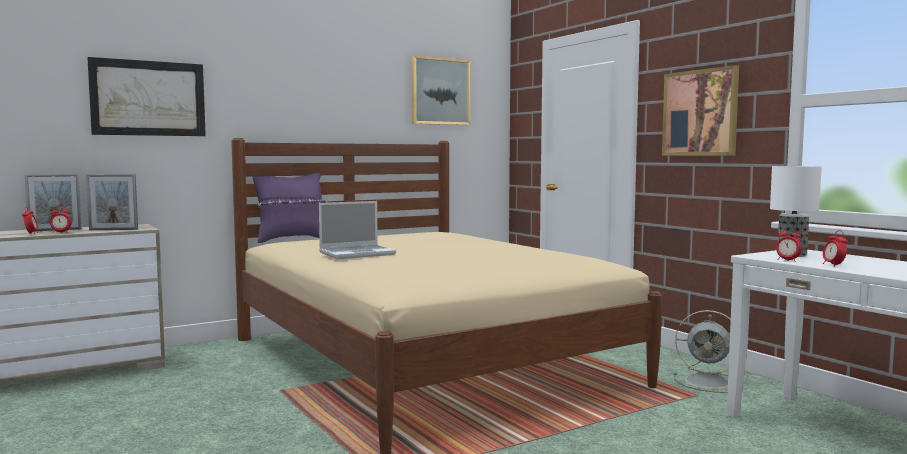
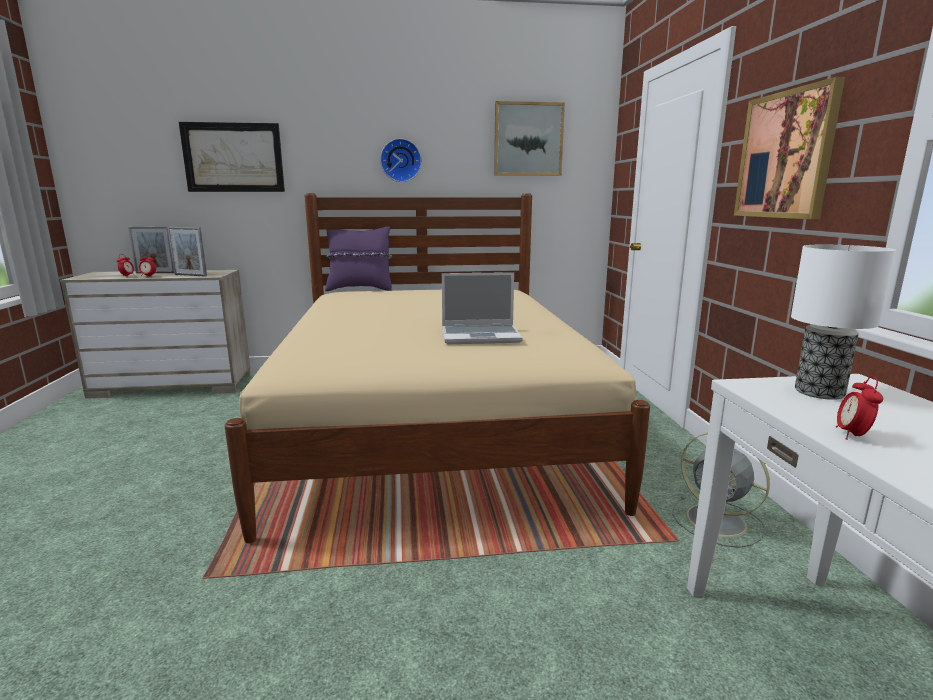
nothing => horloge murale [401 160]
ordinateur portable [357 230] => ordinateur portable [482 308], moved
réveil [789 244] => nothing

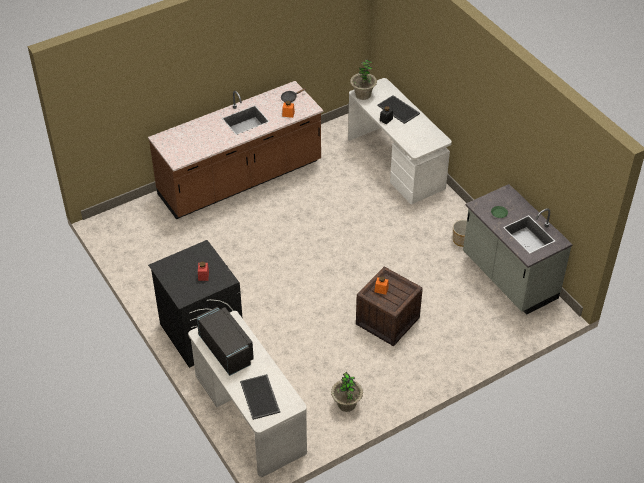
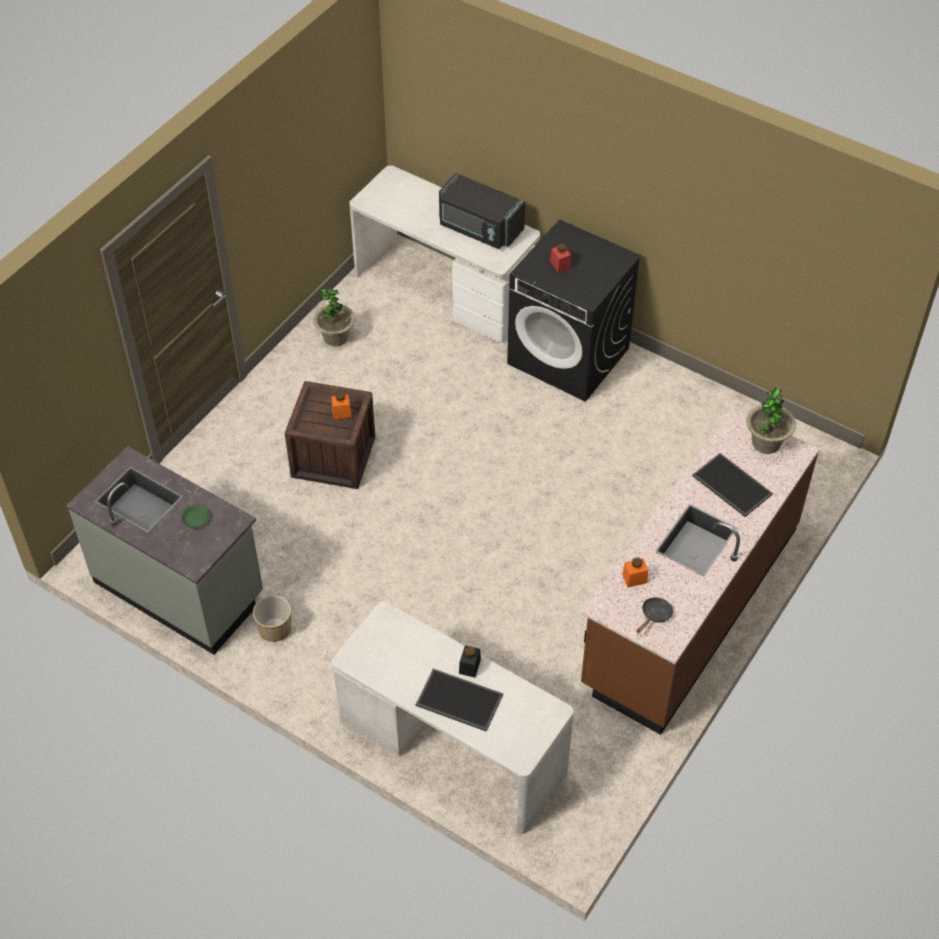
plateau [260 397] => plateau [732 485], moved
plante en pot [363 80] => plante en pot [771 420], moved

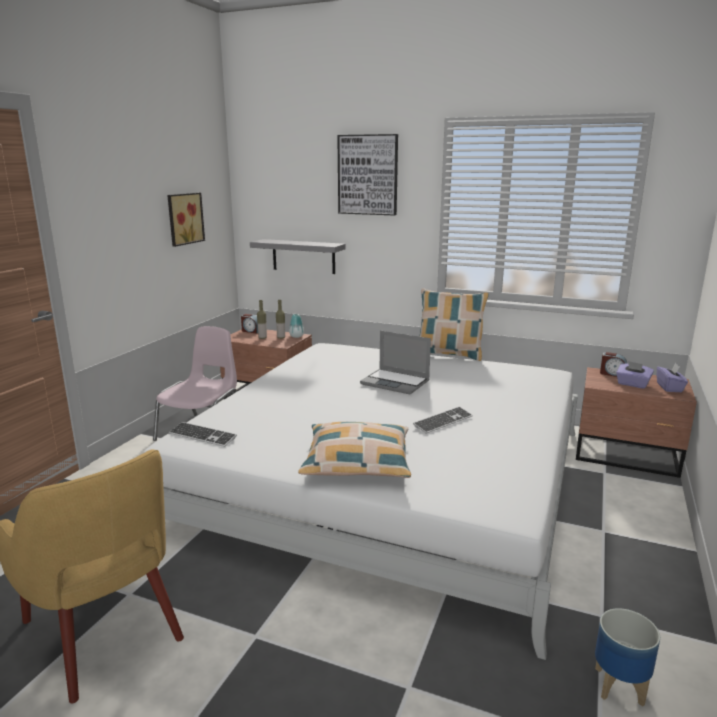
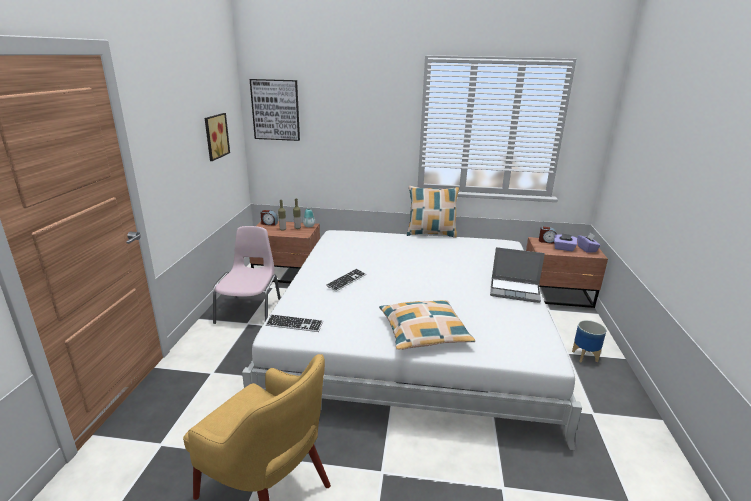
tableau [367 175] => tableau [275 110], moved
clavier [443 420] => clavier [346 279], moved
ordinateur portable [395 362] => ordinateur portable [517 275], moved
cache-pot [627 657] => cache-pot [589 341], moved
étagère [gris] [298 256] => nothing

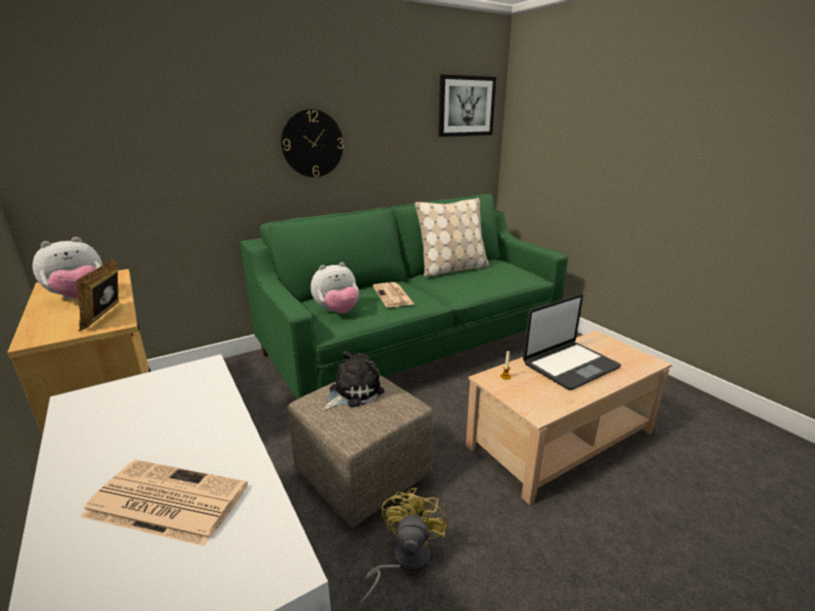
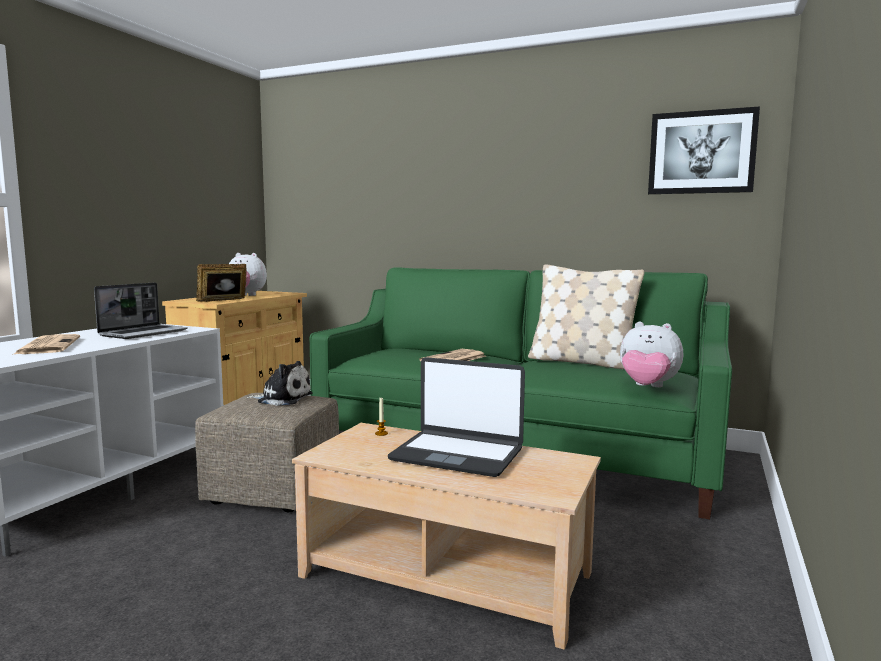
nothing => ordinateur portable [141 310]
peluche [335 287] => peluche [651 354], moved
horloge murale [312 143] => nothing
ventilateur [jaune] [404 546] => nothing

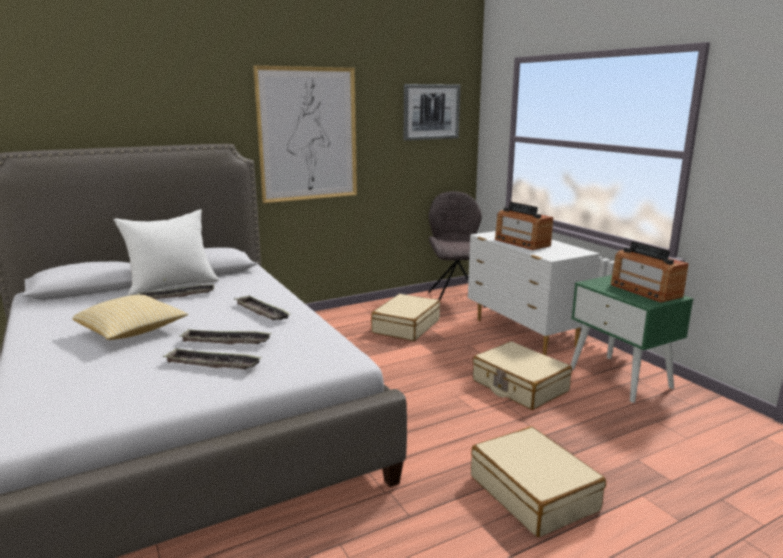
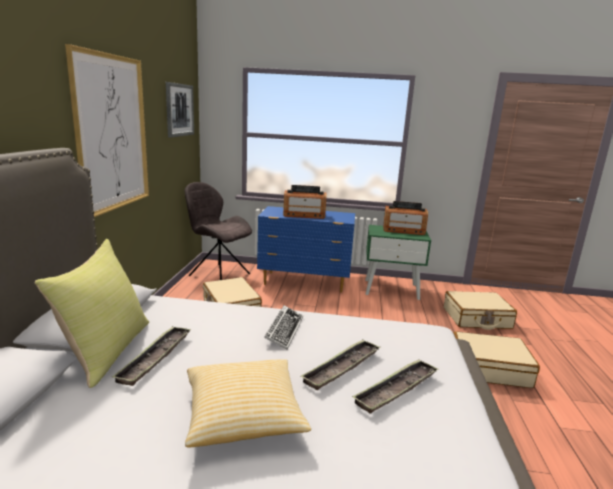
coussin [blanc] [166 252] => coussin [jaune] [92 313]
commode [blanc] [534 293] => commode [bleu] [306 249]
plateau [263 307] => clavier [283 327]
valise [beige] [522 375] => valise [beige] [480 310], moved

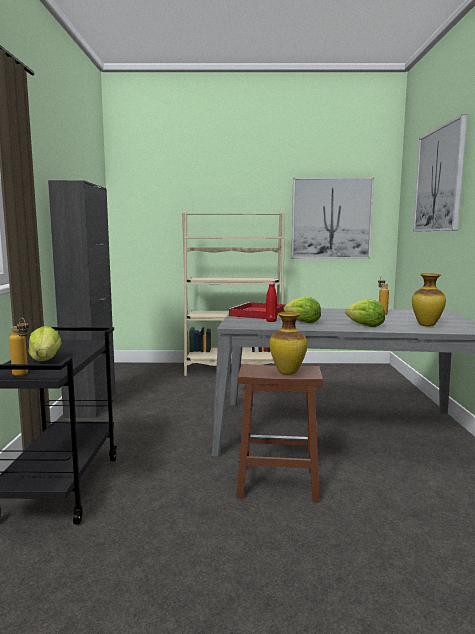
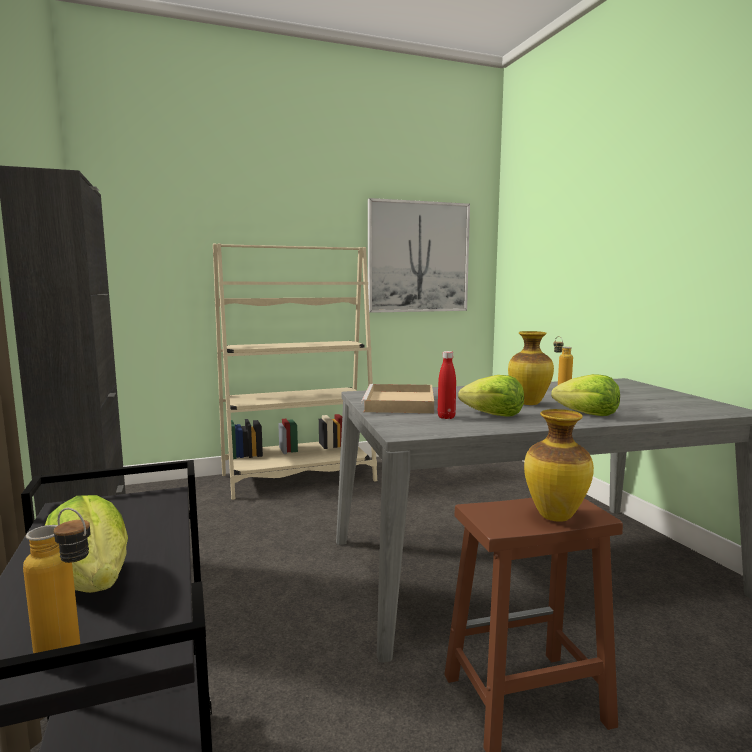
plateau [rouge] [256 310] => plateau [beige] [397 398]
vase [429 300] => vase [531 368], moved
tableau [440 173] => nothing

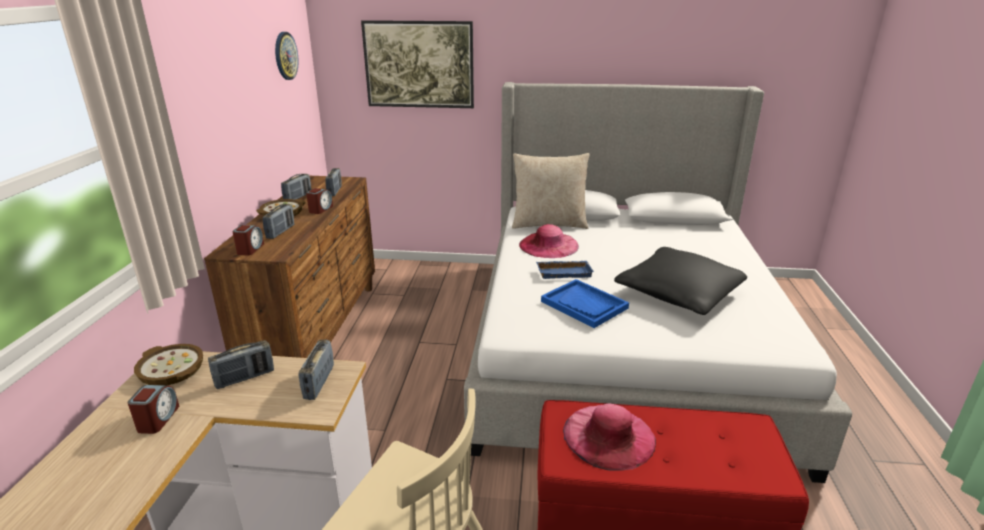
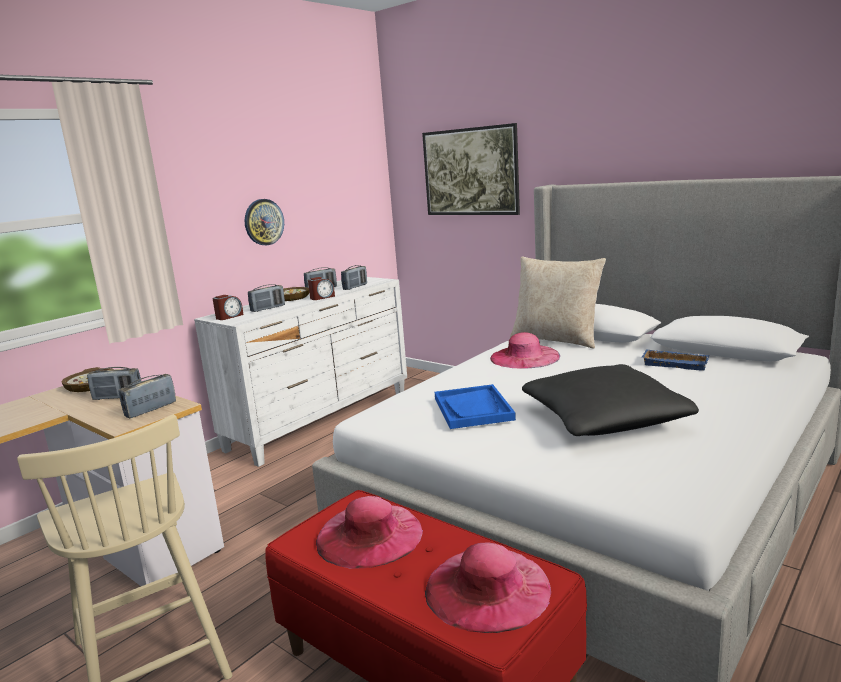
commode [marron] [289 267] => commode [blanc] [300 372]
horloge murale [287 56] => horloge murale [264 222], moved
nothing => chapeau [rose] [488 587]
plateau [bleu] [565 270] => plateau [bleu] [676 360], moved
réveil [154 409] => nothing

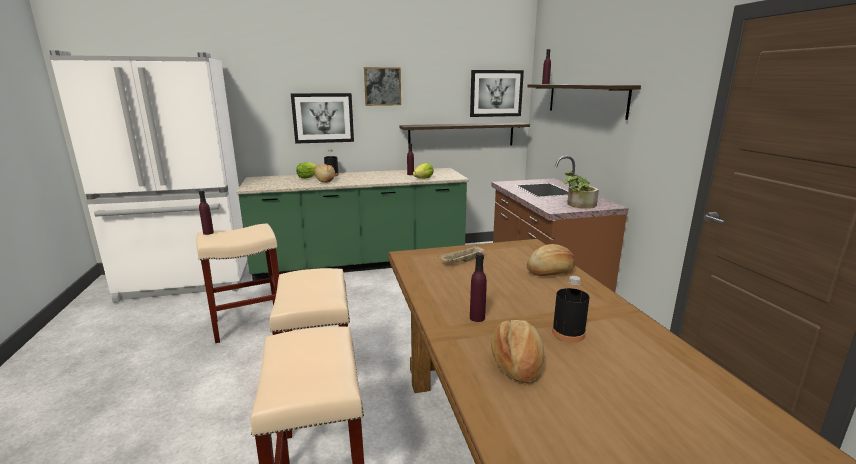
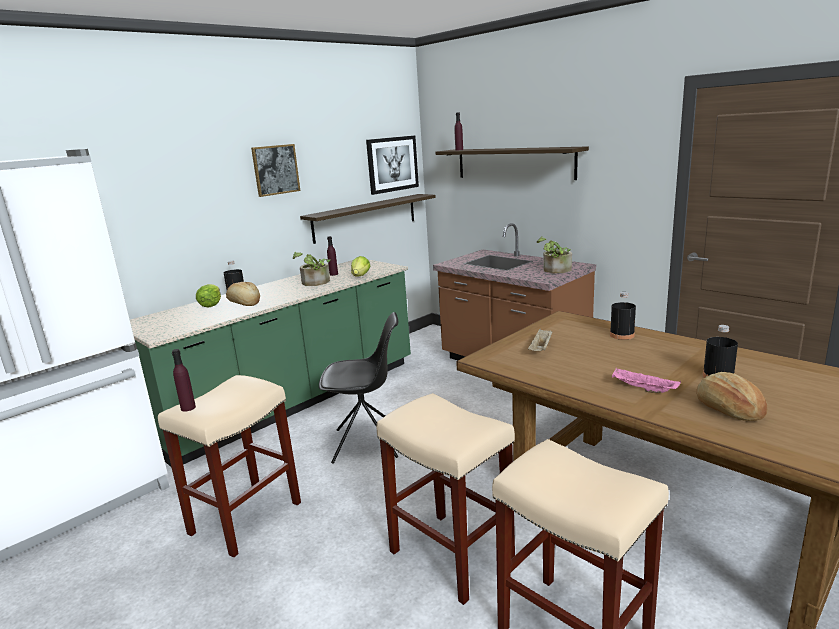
nothing => plante en pot [311 269]
nothing => chaise [noir] [358 388]
pain [551 260] => bouteille [noir] [623 316]
bouteille [violet] [478 287] => plateau [rose] [646 380]
tableau [322 118] => nothing

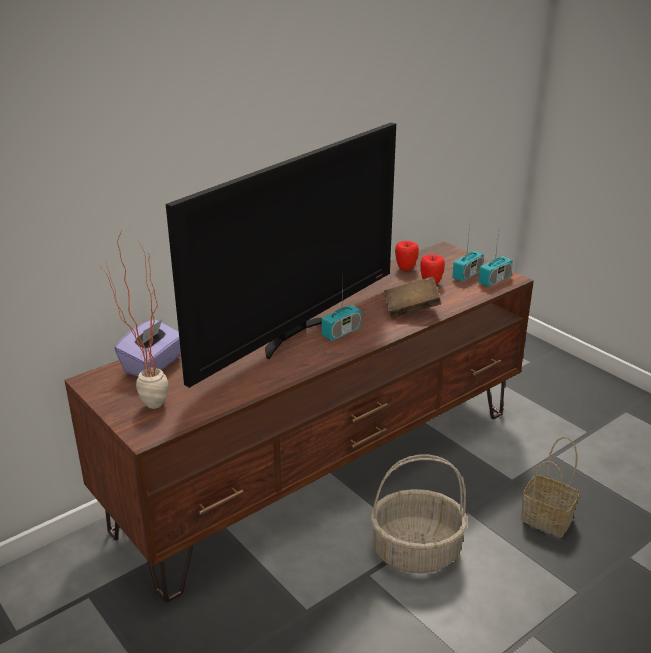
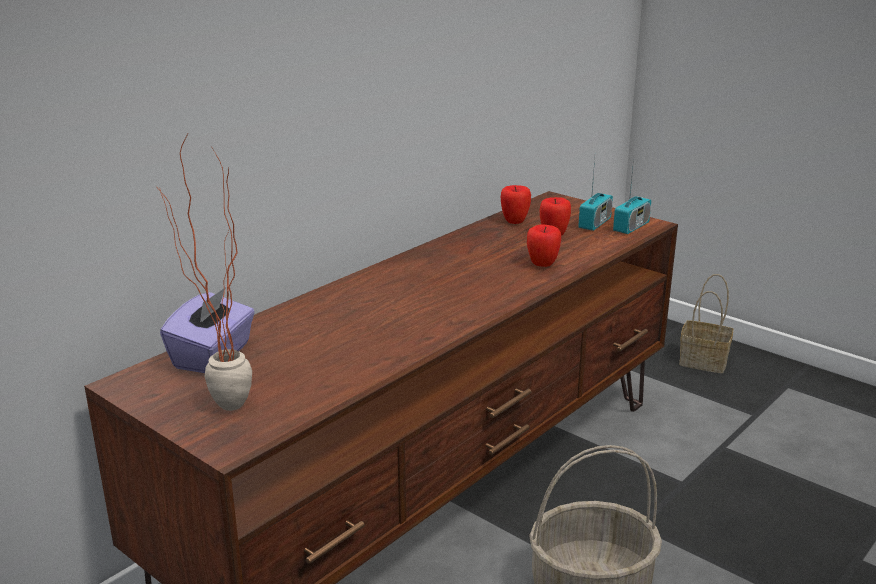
livre [marron] [412 297] => pomme [544 246]
panier [550 487] => panier [706 323], moved
téléviseur [281 255] => nothing
radio [341 307] => nothing

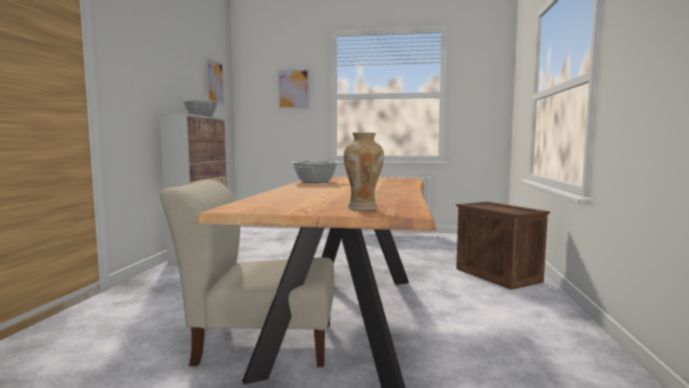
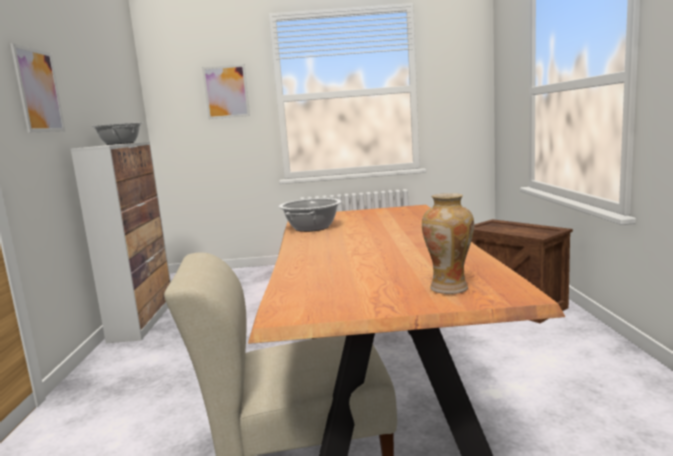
tableau [215 81] => tableau [37 87], moved

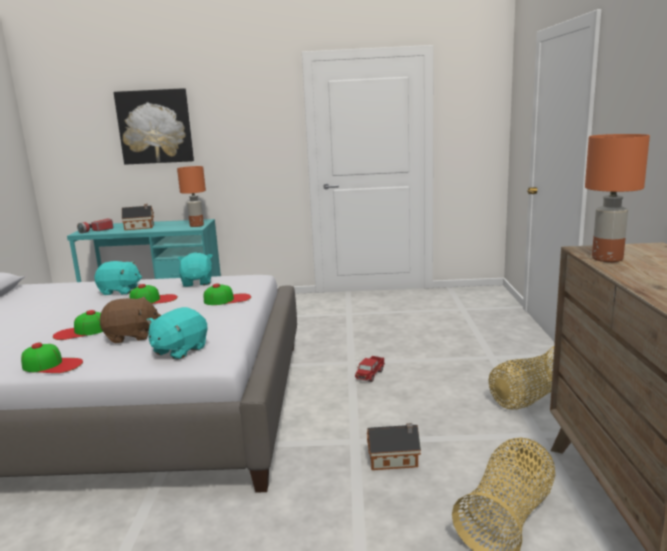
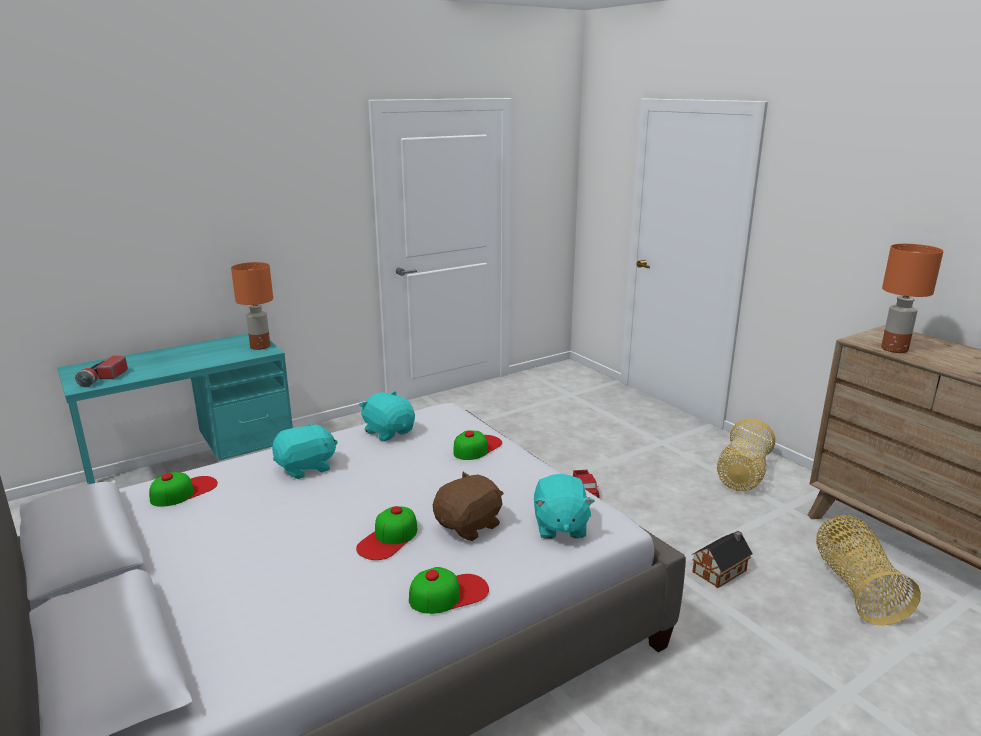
casquette [153 294] => casquette [183 489], moved
tableau [154 126] => nothing
maison miniature [138 217] => nothing

